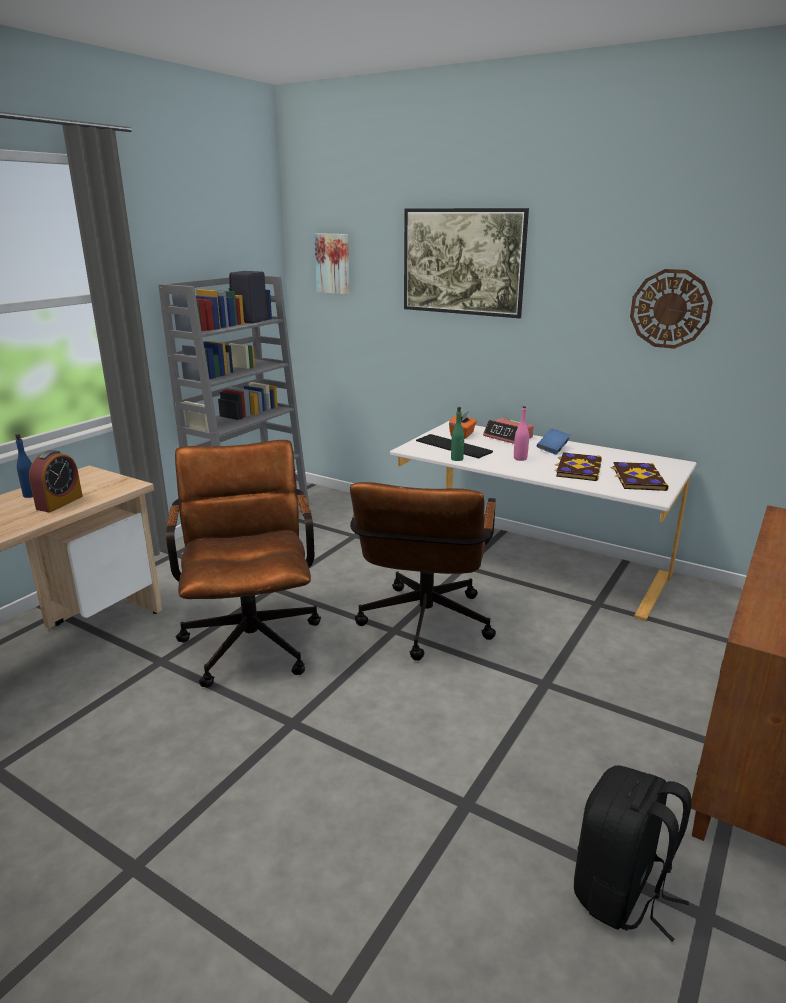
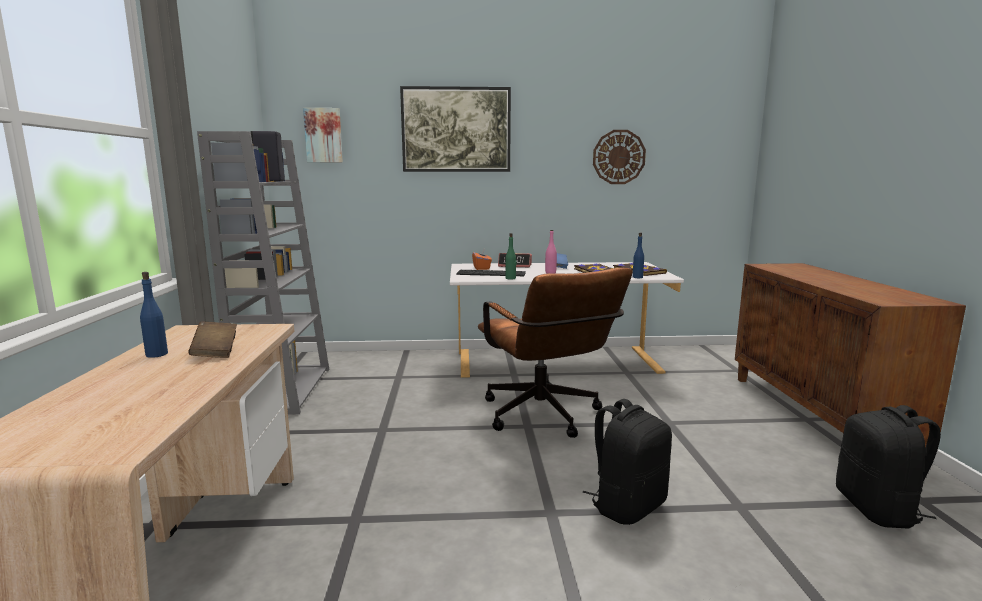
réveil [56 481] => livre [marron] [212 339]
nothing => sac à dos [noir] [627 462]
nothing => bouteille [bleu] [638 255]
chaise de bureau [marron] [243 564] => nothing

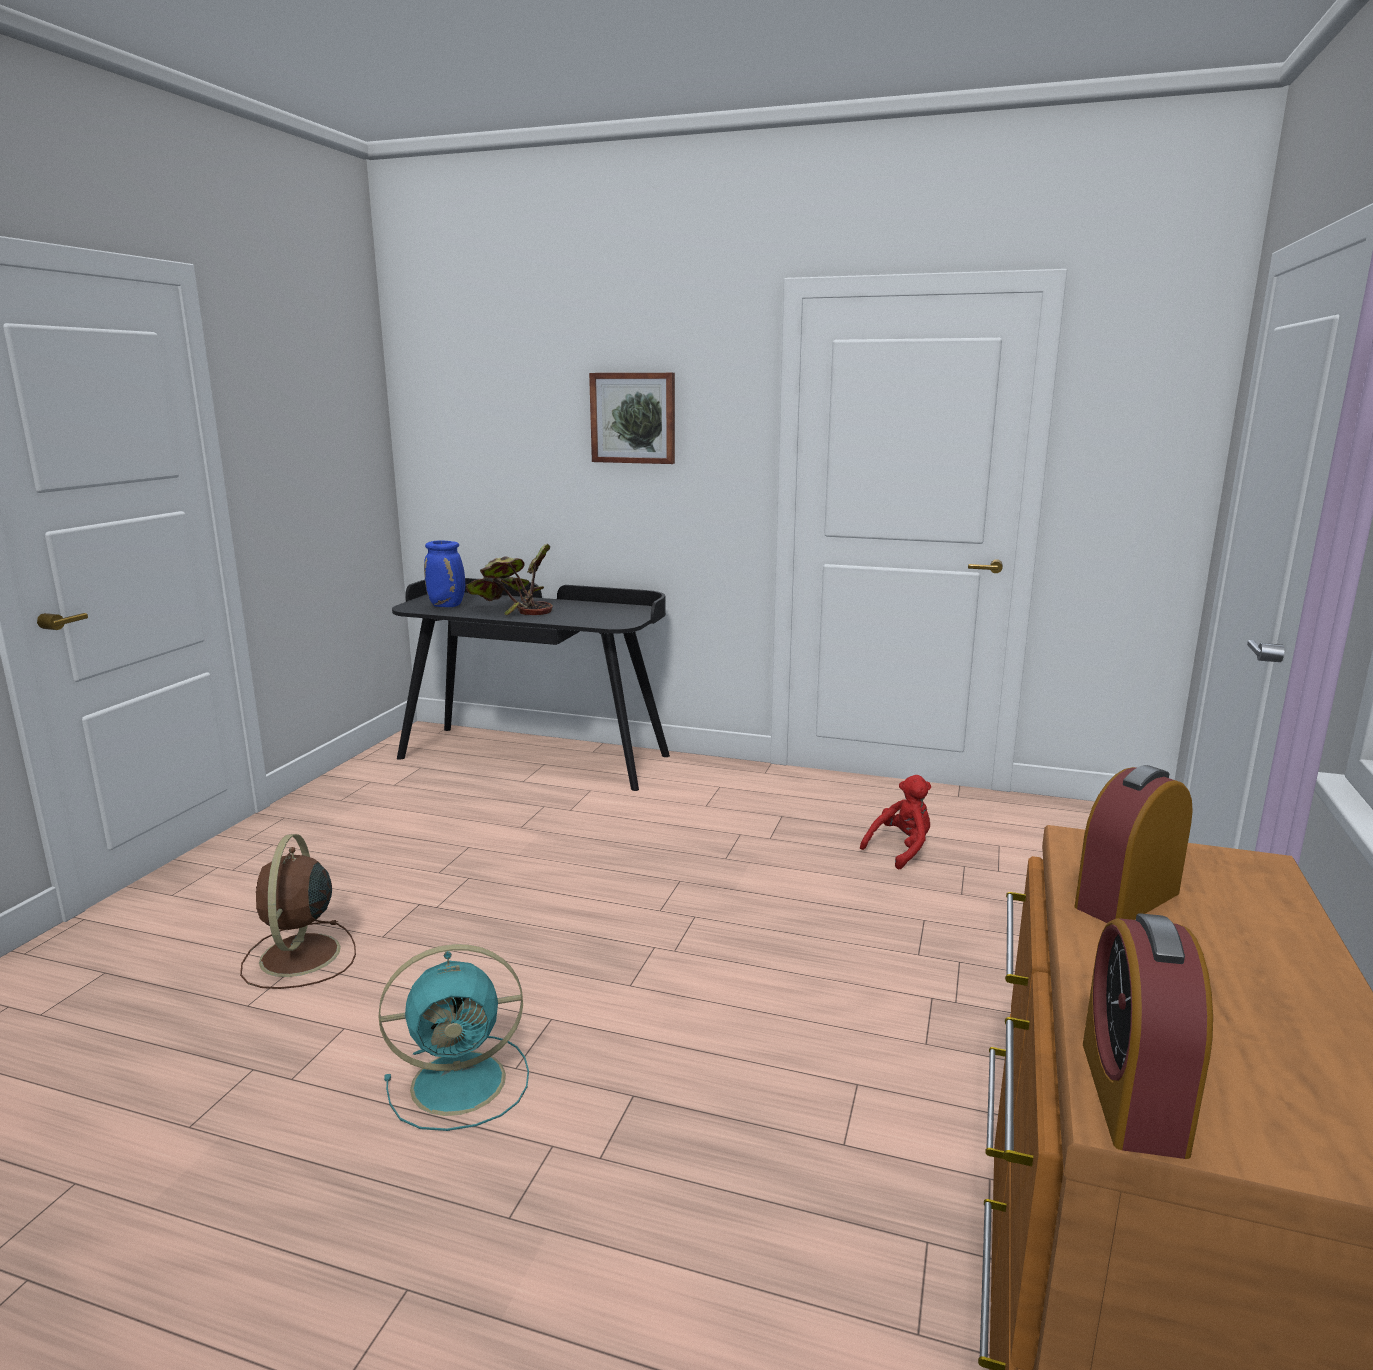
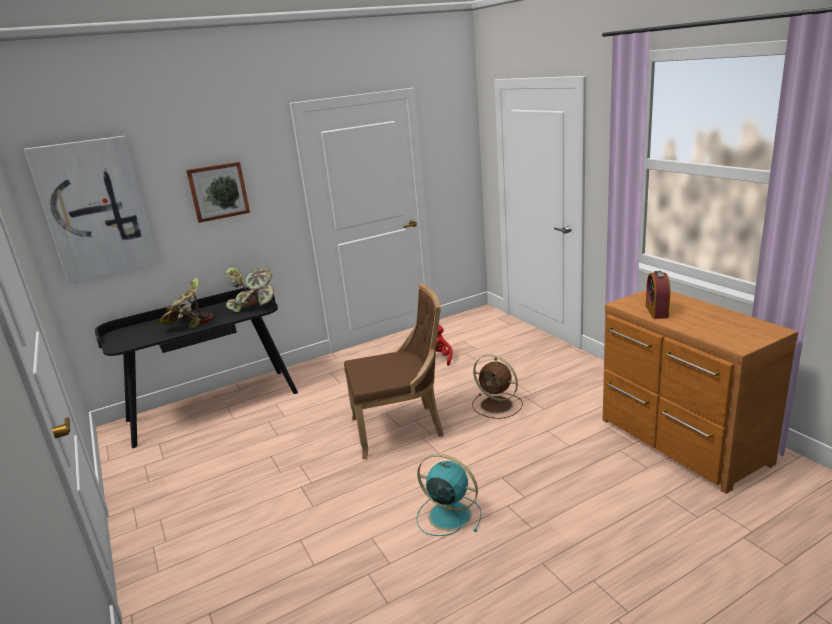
nothing => tableau [91 210]
nothing => plante en pot [249 289]
nothing => chaise [marron] [394 371]
ventilateur [turquoise] [454 1037] => ventilateur [turquoise] [448 495], 90 degrees counterclockwise
ventilateur [marron] [298 911] => ventilateur [marron] [497 386], moved
vase [bleu] [444 573] => nothing
réveil [1148 1036] => nothing

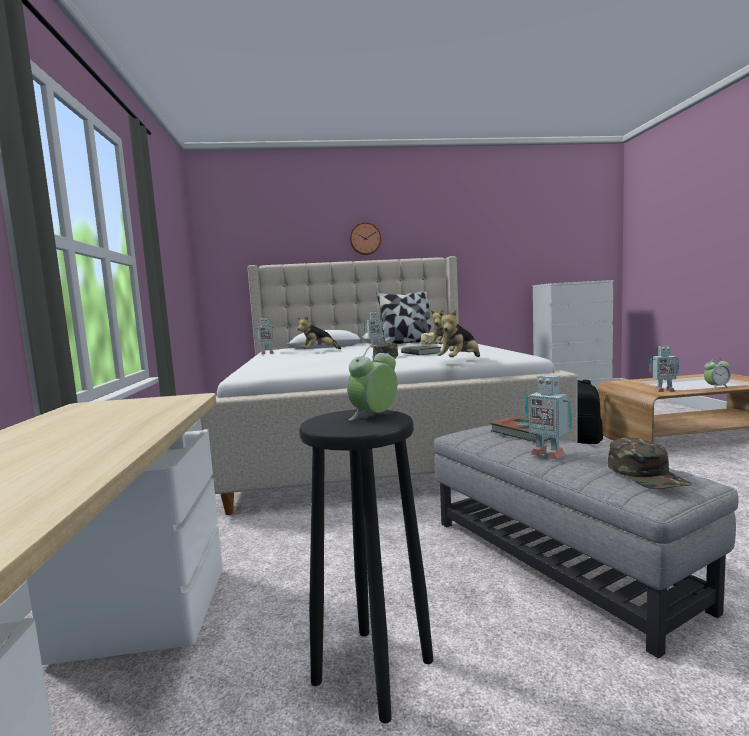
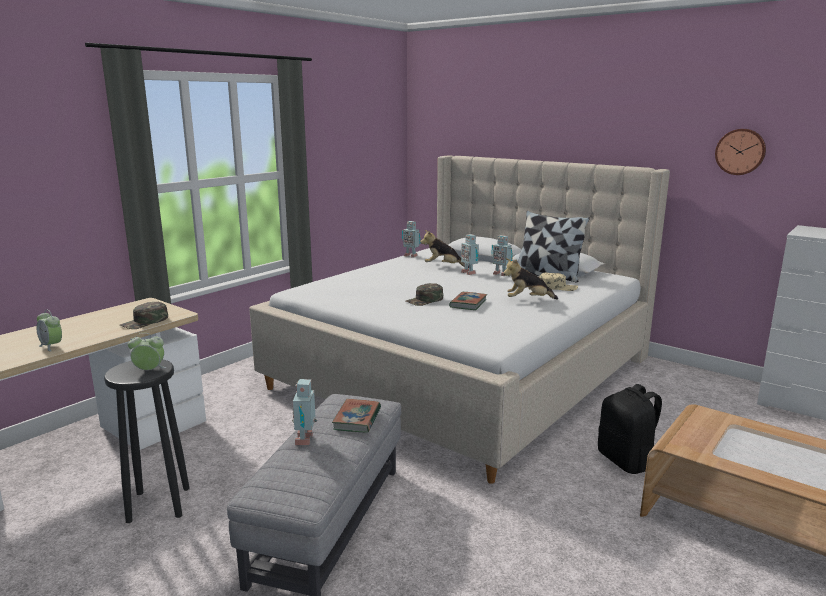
réveil [717 373] => réveil [49 331], moved
casquette [vert] [650 463] => casquette [vert] [144 315], moved
robot jouet [664 369] => robot jouet [470 254], moved
horloge murale [365 238] => horloge murale [740 152], moved
peluche [458 333] => nothing

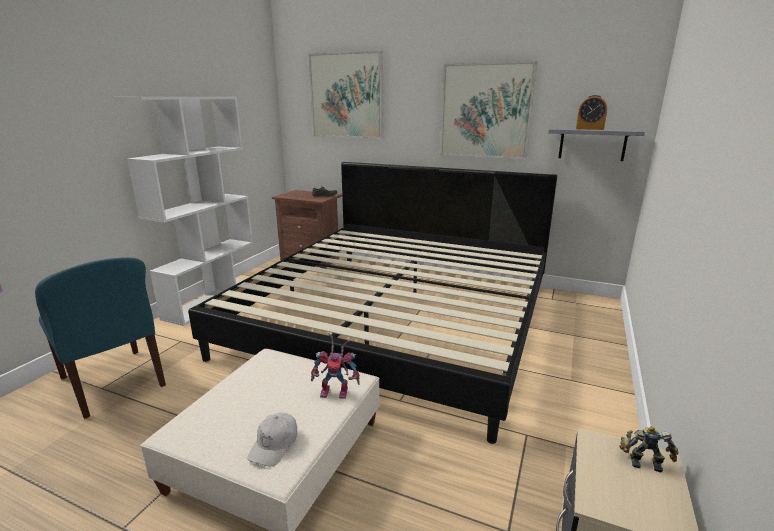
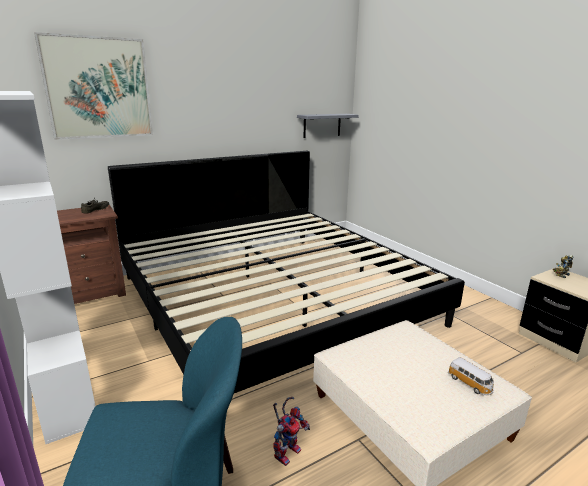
robot jouet [335 366] => robot jouet [291 431], moved
casquette [blanc] [272 440] => petite voiture [471 376]
tableau [488 110] => nothing
réveil [591 112] => nothing

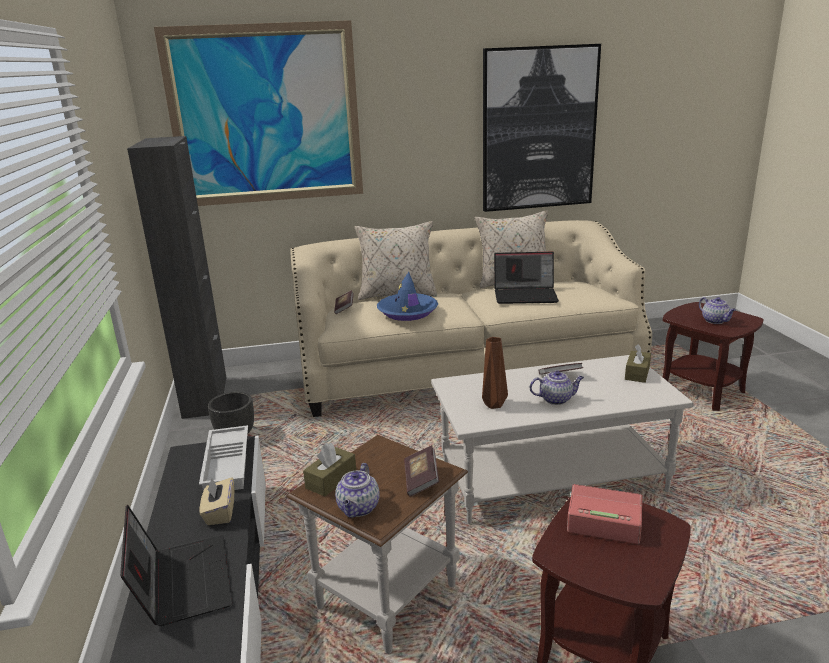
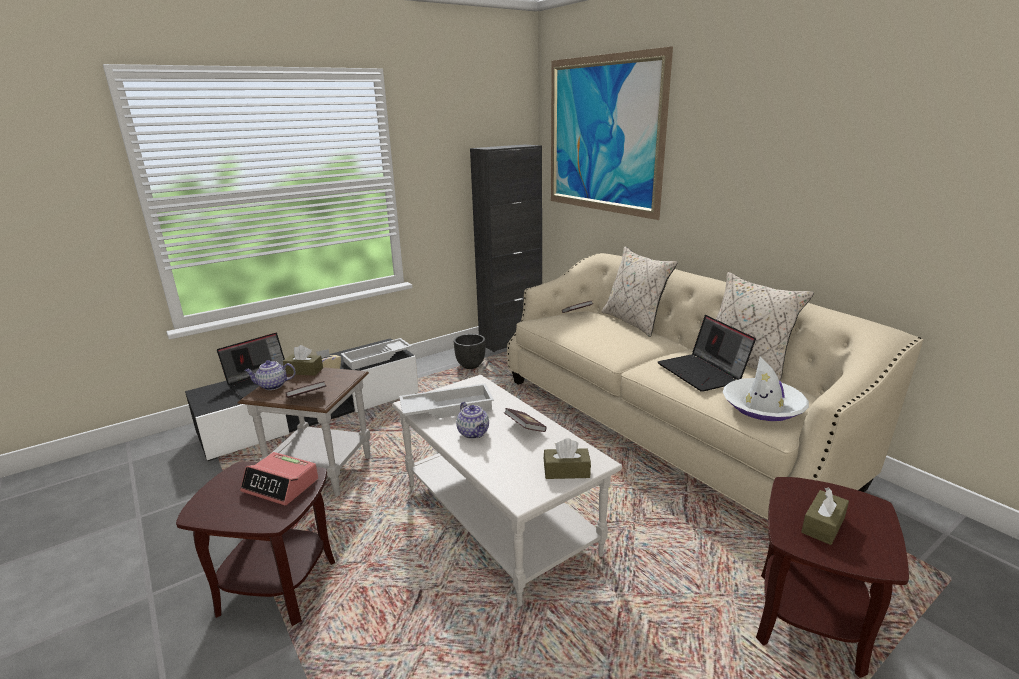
réveil [605 514] => réveil [279 479], 120 degrees clockwise
vase [marron] [495 373] => plateau [blanc] [446 401]
nothing => chapeau [blanc] [766 388]
théière [717 310] => boîte à mouchoirs [marron] [825 516]
chapeau [bleu] [407 296] => nothing
tableau [542 128] => nothing

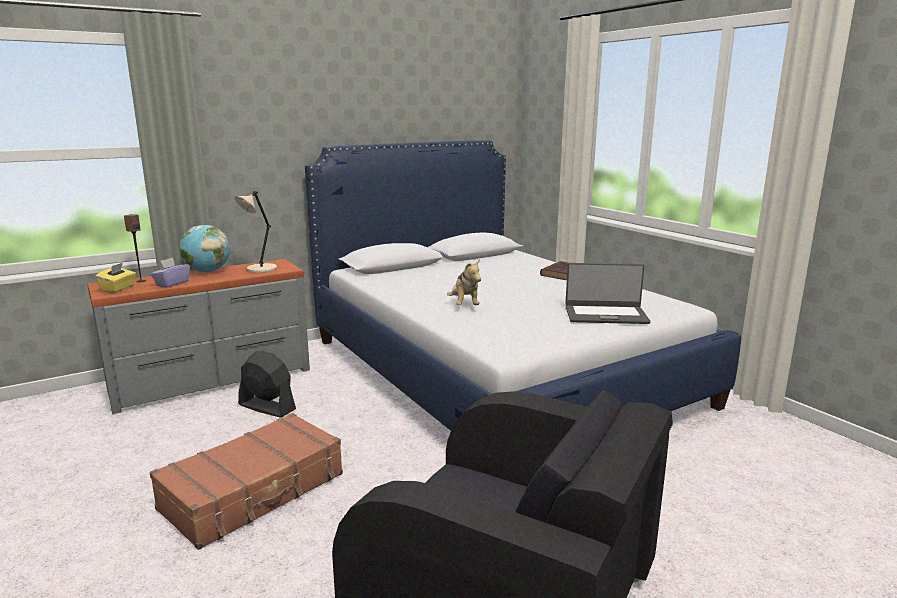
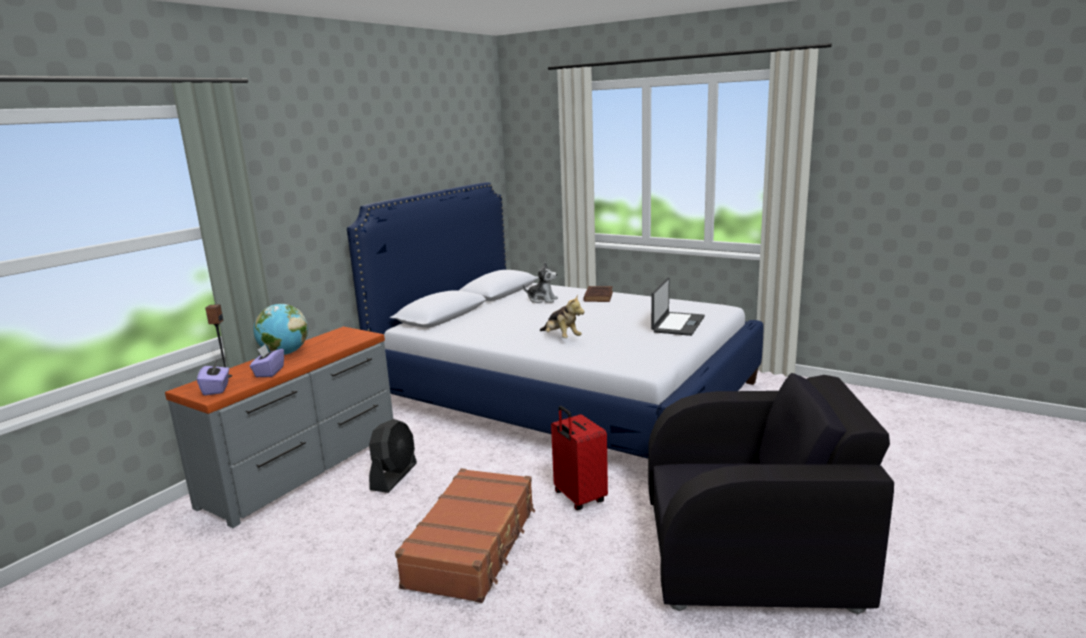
boîte à mouchoirs [jaune] [115 278] => boîte à mouchoirs [violet] [213 377]
ventilateur [noir] [267 384] => ventilateur [noir] [393 456], 105 degrees clockwise
nothing => peluche [540 282]
nothing => valise [rouge] [579 458]
ordinateur portable [608 293] => ordinateur portable [678 306], 45 degrees counterclockwise
lampe de table [beige] [255 232] => nothing

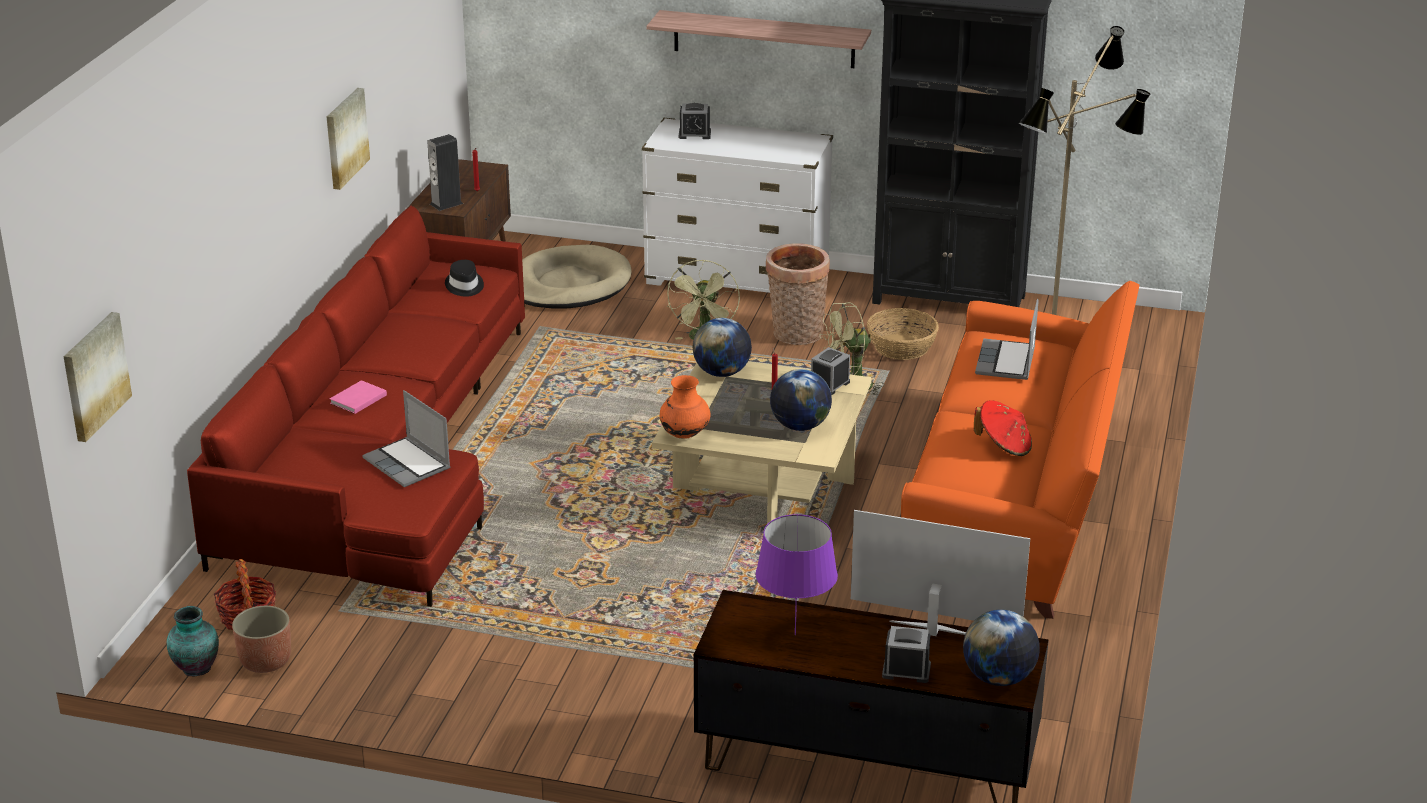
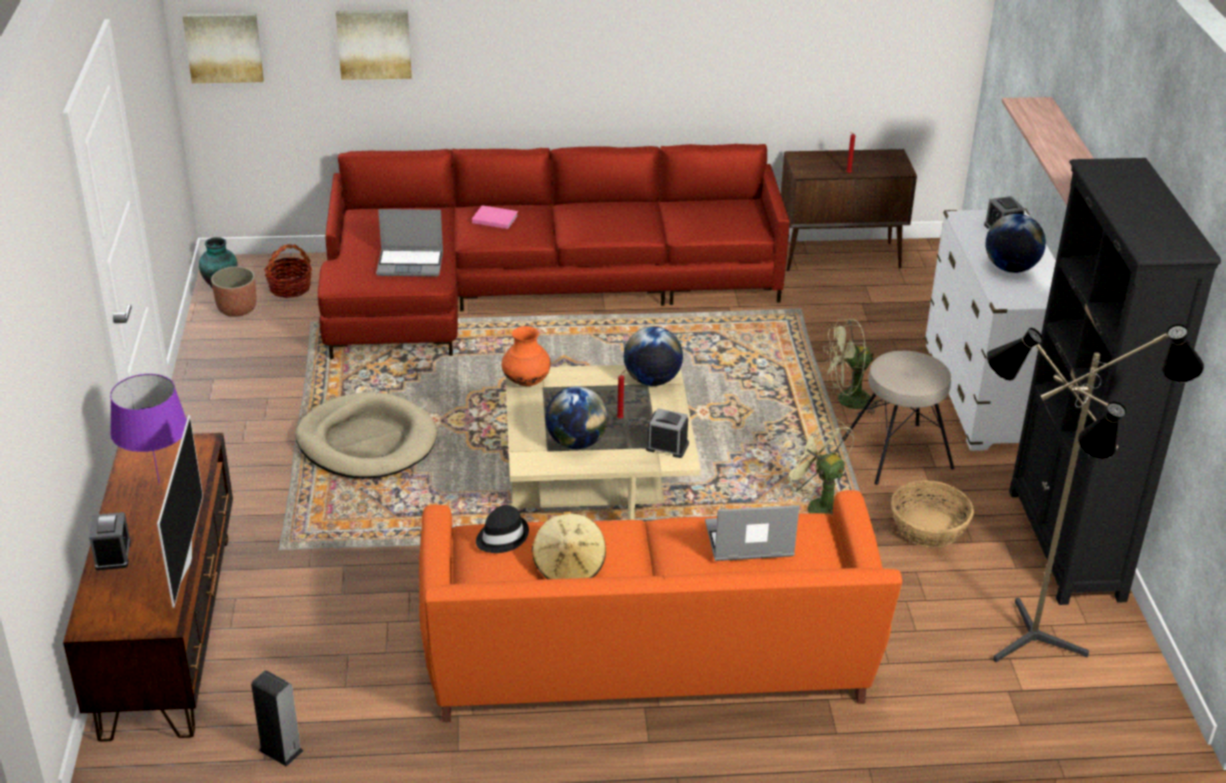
enceinte [445 172] => enceinte [277 718], moved
panier pour chien [beige] [577 277] => panier pour chien [beige] [366 435], moved
tableau [348 139] => tableau [374 45], moved
ordinateur portable [406 438] => ordinateur portable [409 242], 120 degrees counterclockwise
chapeau [noir] [464 278] => chapeau [noir] [502 529], moved
chapeau [rouge] [1003 428] => chapeau [beige] [569 545]
panier [798 294] => tabouret [beige] [898 418]
globe [1001 647] => globe [1015 243], moved

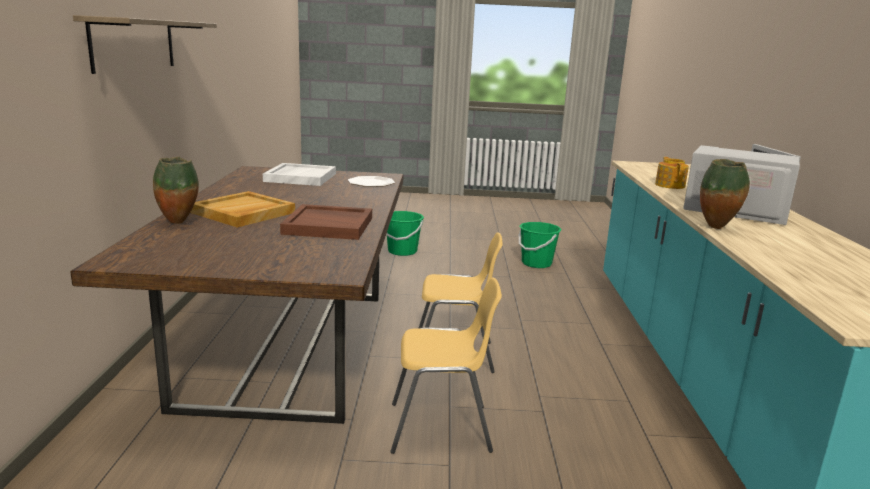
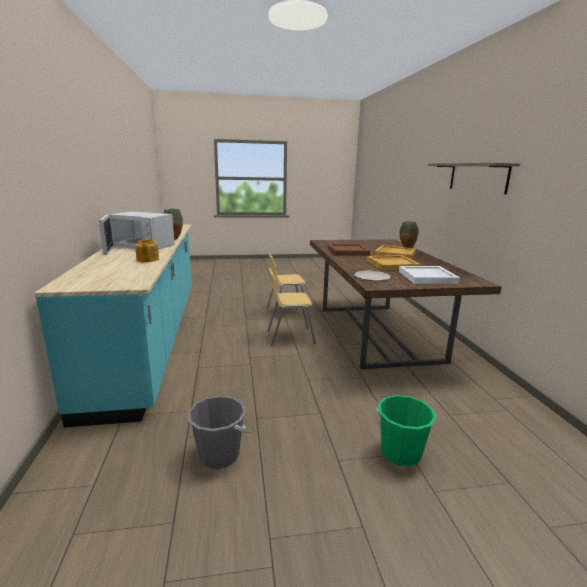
seau [vert] [540 245] => seau [gris] [216 432]
nothing => plateau [beige] [394 263]

